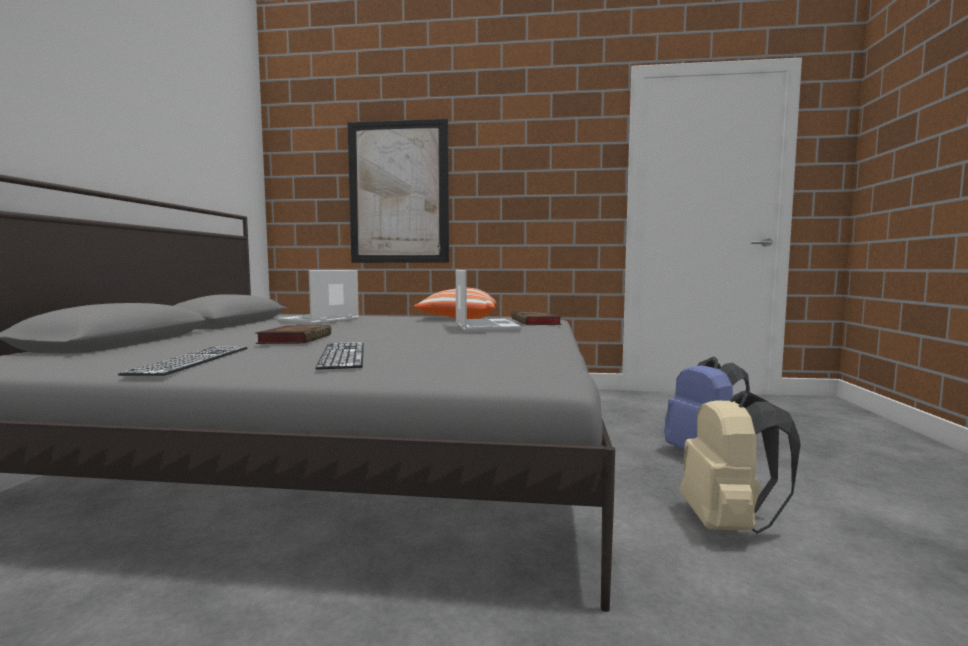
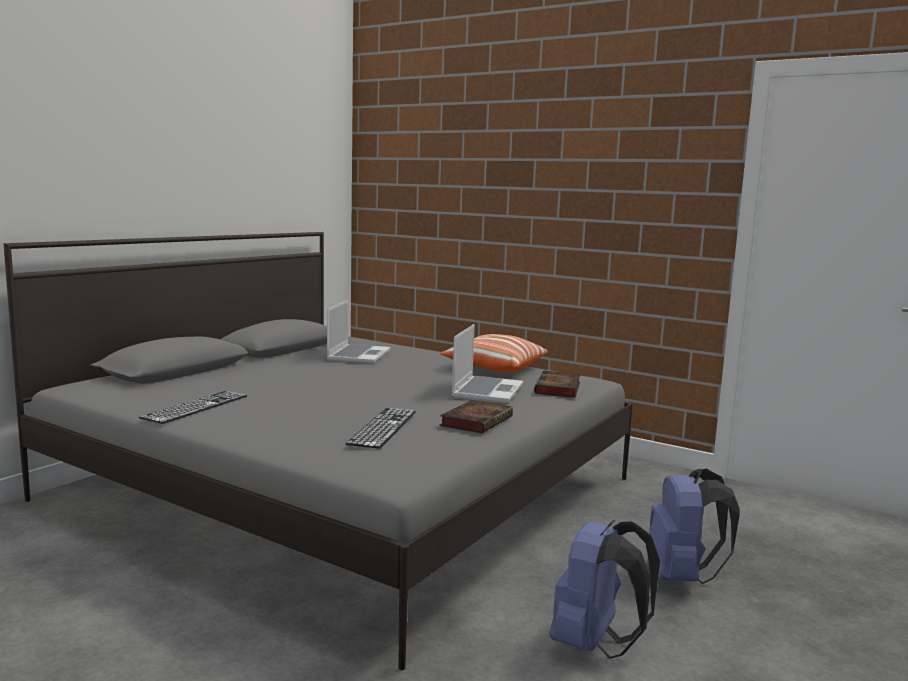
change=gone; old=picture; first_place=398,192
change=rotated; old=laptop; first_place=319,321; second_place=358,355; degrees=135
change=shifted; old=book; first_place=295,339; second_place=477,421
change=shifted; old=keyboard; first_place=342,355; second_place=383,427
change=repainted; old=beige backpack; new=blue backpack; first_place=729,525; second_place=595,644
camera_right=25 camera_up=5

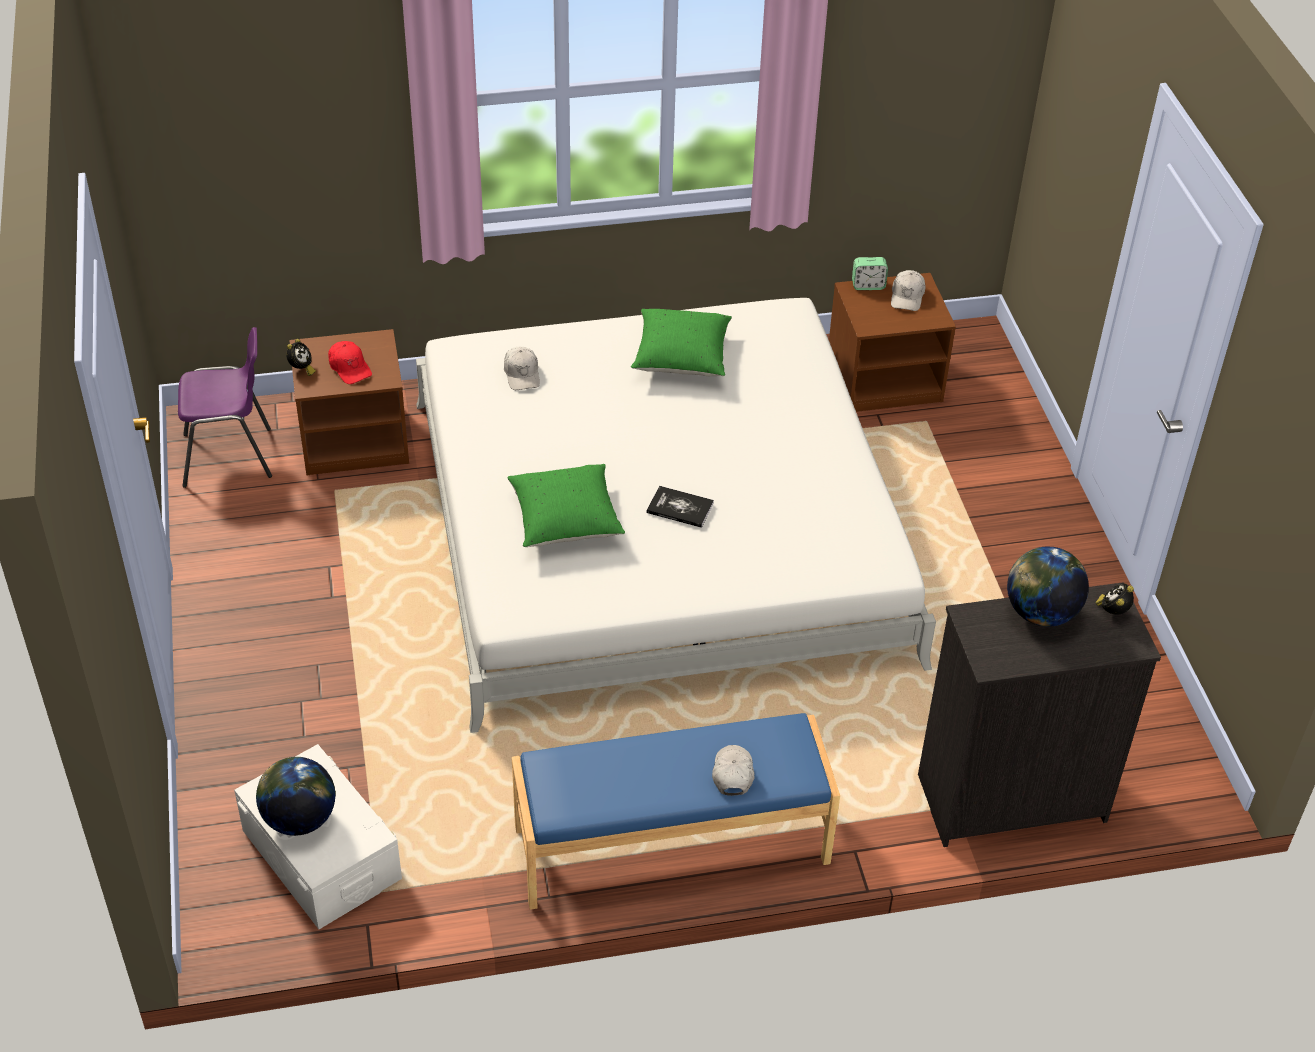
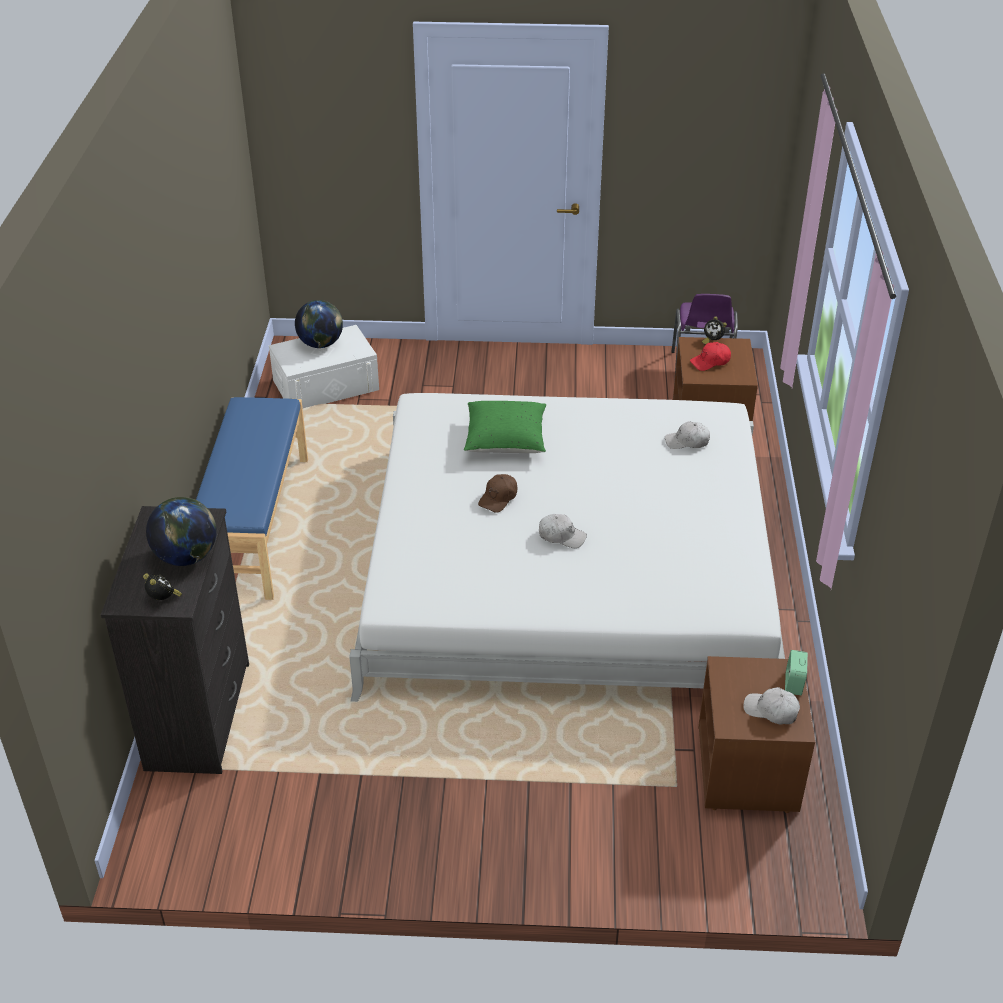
change=gone; old=green pillow; first_place=681,358
change=swapped; old=book; new=brown cap; first_place=680,508; second_place=498,498
change=shifted; old=white cap; first_place=732,774; second_place=561,536
camera_right=105 camera_up=-5

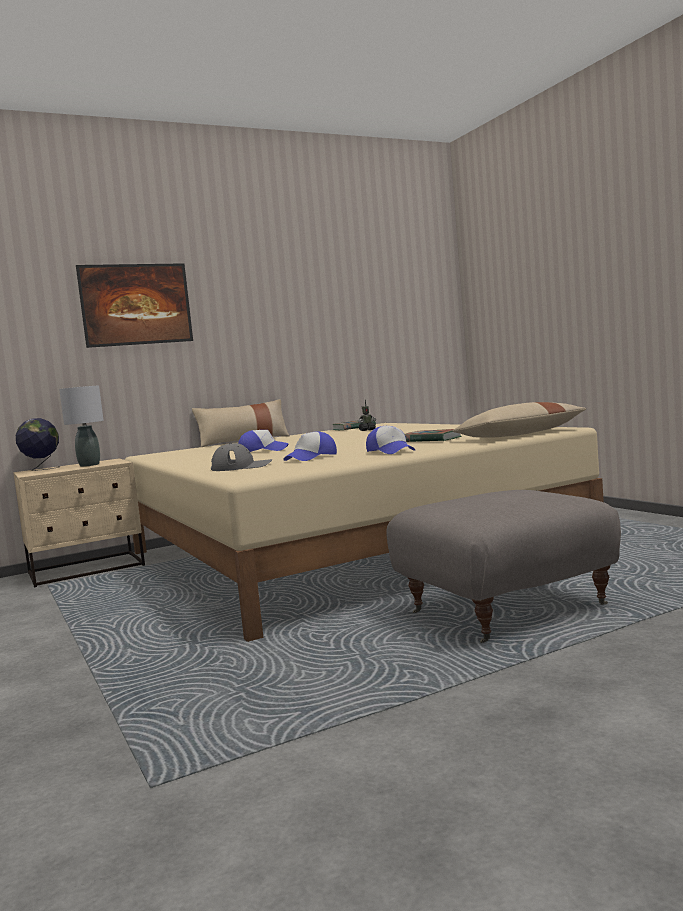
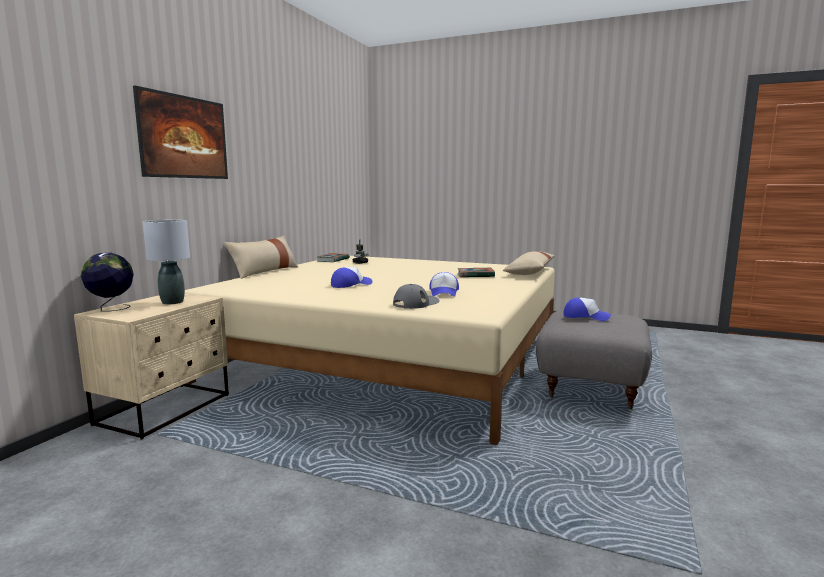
change=shifted; old=cap; first_place=391,451; second_place=585,317
camera_right=-40 camera_up=5

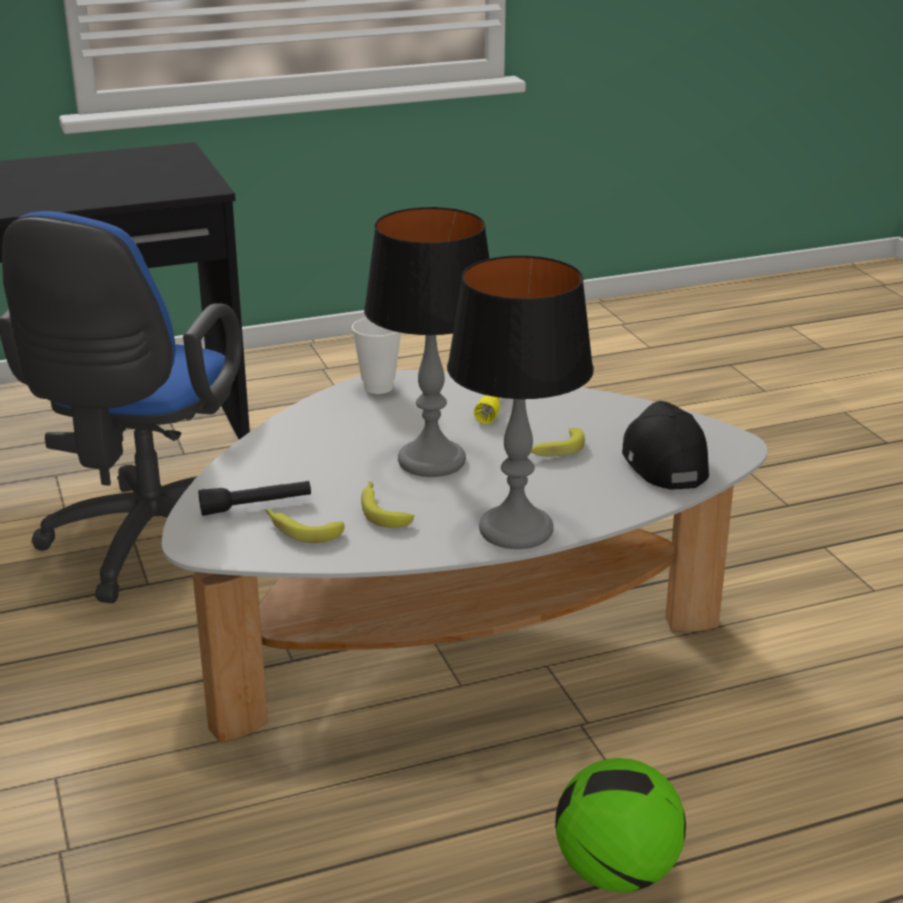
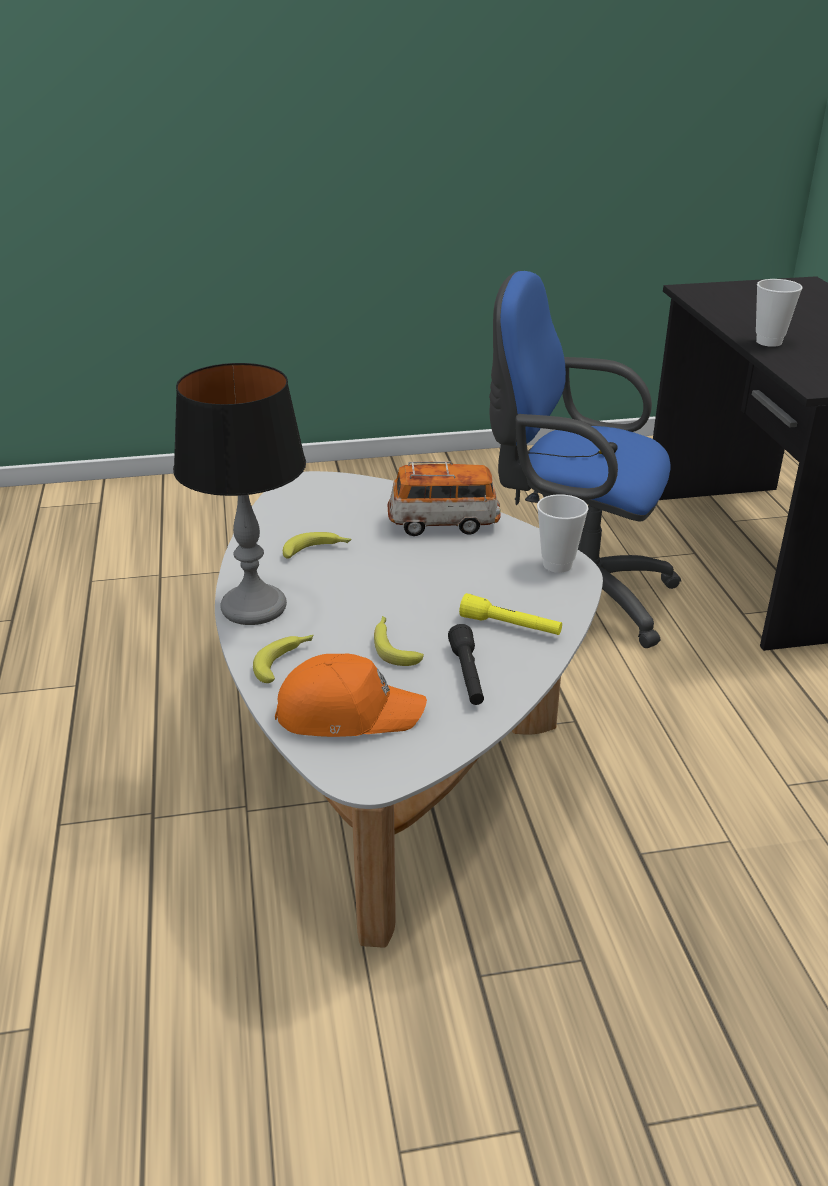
change=gone; old=table lamp; first_place=432,461
change=repainted; old=black cap; new=orange cap; first_place=661,460; second_place=347,712
change=shifted; old=black flashlight; first_place=256,506; second_place=467,675
change=shifted; old=banana; first_place=300,530; second_place=285,662
change=gone; old=football; first_place=616,872
change=new; new=cup; second_place=769,342
change=new; new=toy car; second_place=444,523
camera_right=100 camera_up=5

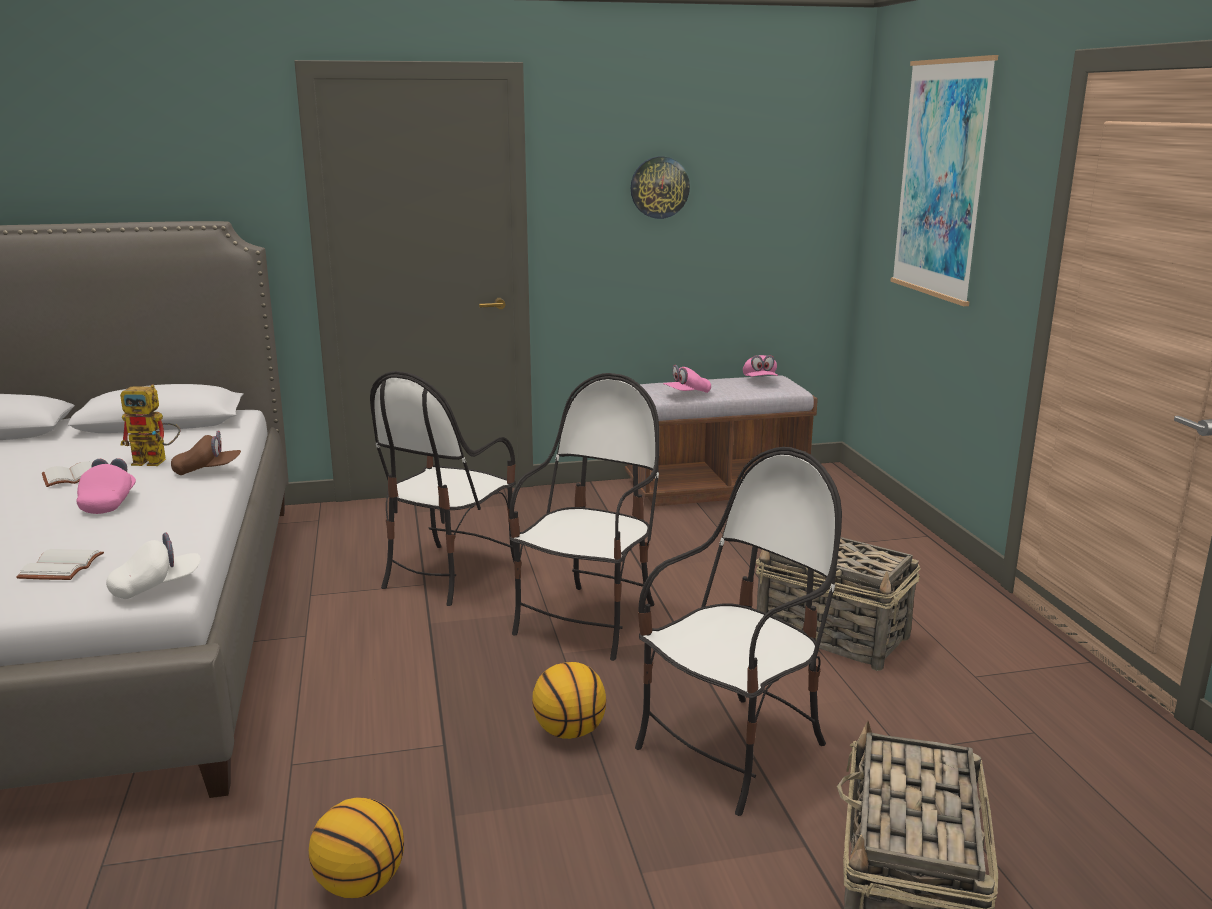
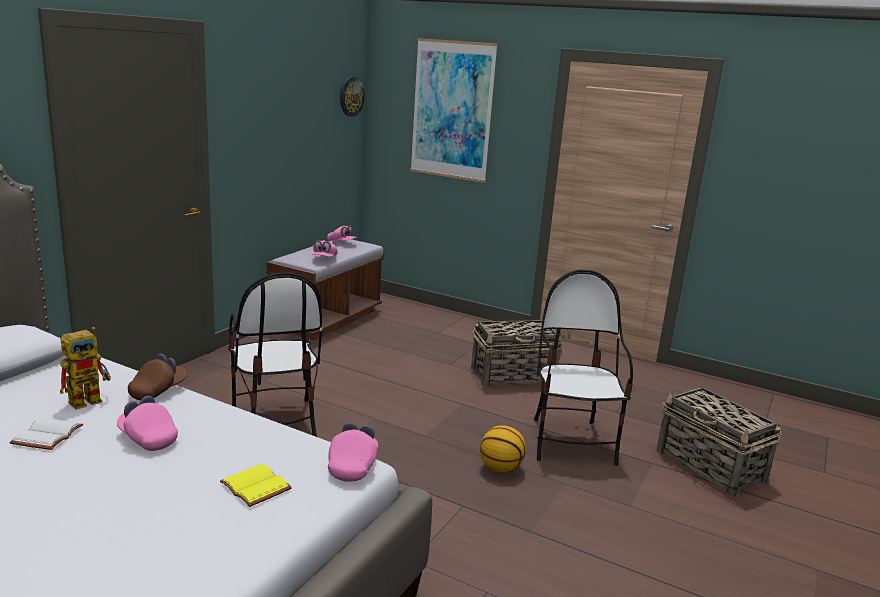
change=shifted; old=wall clock; first_place=659,187; second_place=351,96
change=gone; old=chair; first_place=589,622
change=repainted; old=white cap; new=pink cap; first_place=156,586; second_place=353,465
change=repainted; old=white book; new=yellow book; first_place=63,568; second_place=257,486
change=gone; old=basketball; first_place=360,884
camera_right=-50 camera_up=0

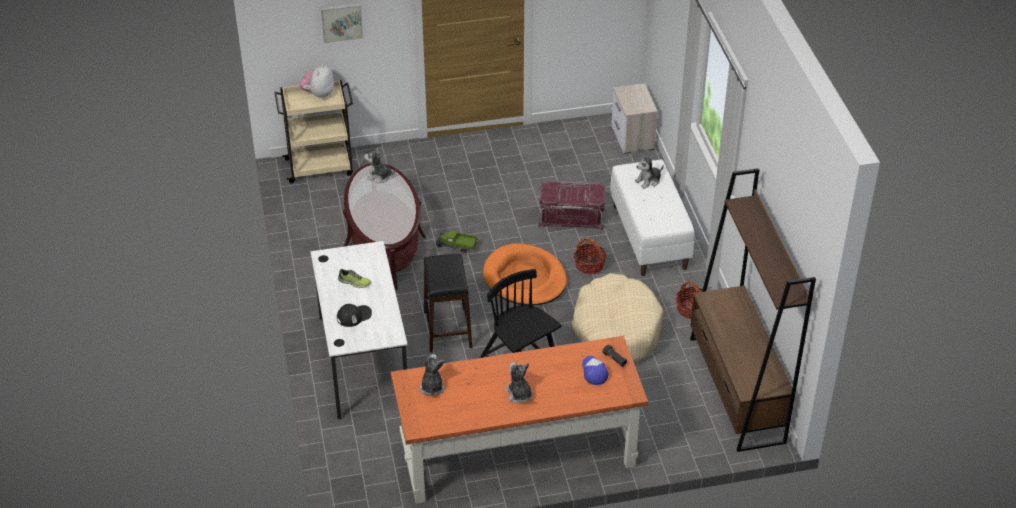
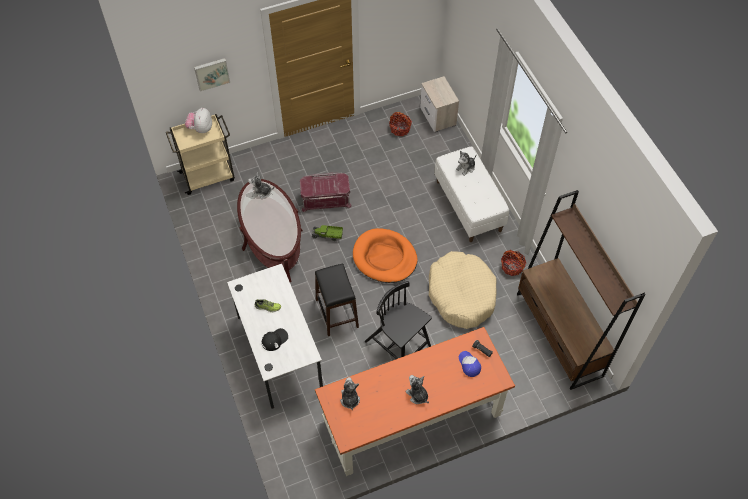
change=shifted; old=red storage box; first_place=571,216; second_place=325,198
change=shifted; old=basket; first_place=589,265; second_place=400,129
camera_right=-10 camera_up=15

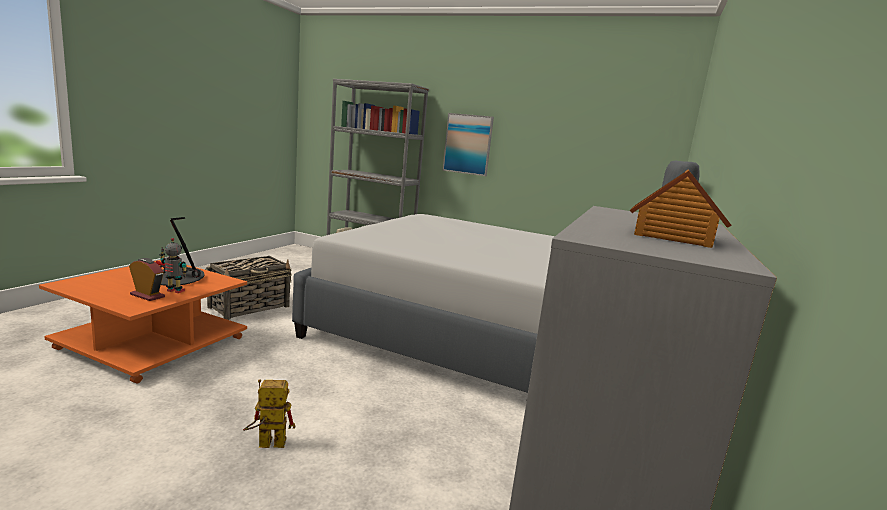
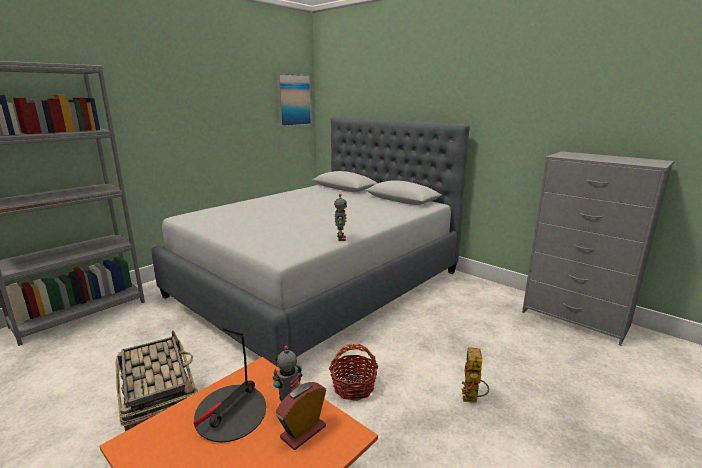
change=shifted; old=picture; first_place=468,144; second_place=294,100
change=gone; old=toy house; first_place=672,236
change=new; new=toy robot; second_place=340,239
change=new; new=basket; second_place=353,387
camera_right=-70 camera_up=5

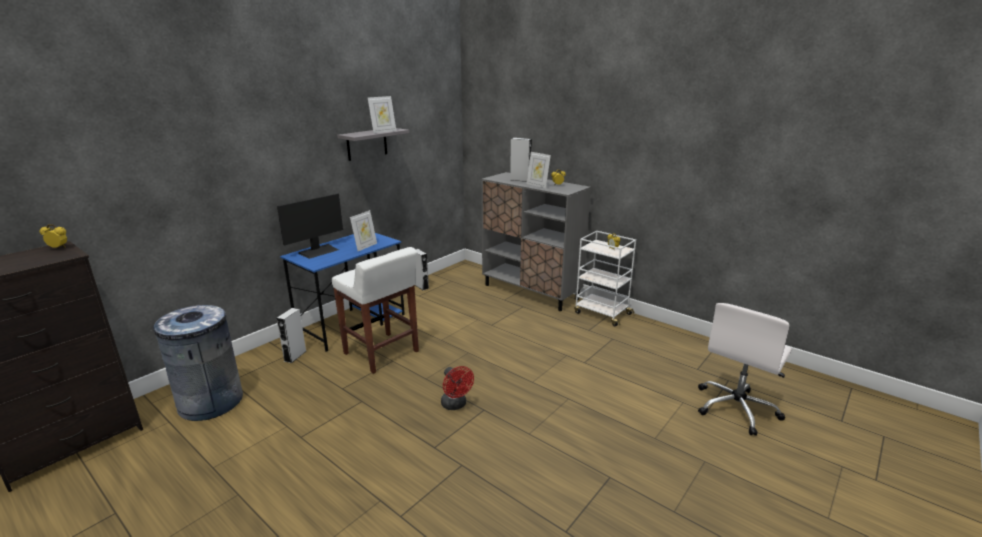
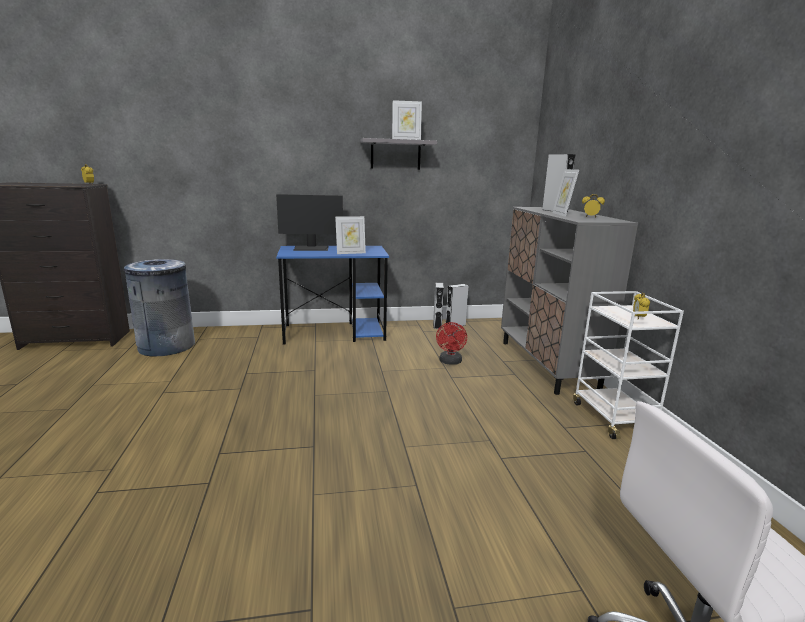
change=gone; old=white stool; first_place=382,353
change=shifted; old=grey speaker; first_place=295,356; second_place=455,325
change=shifted; old=red fan; first_place=456,405; second_place=450,362
camera_right=40 camera_up=-5

